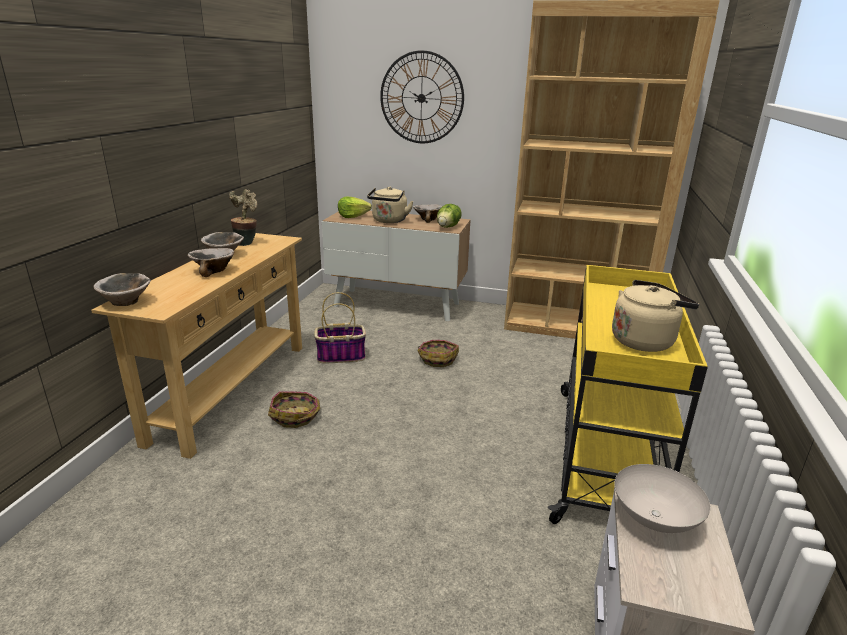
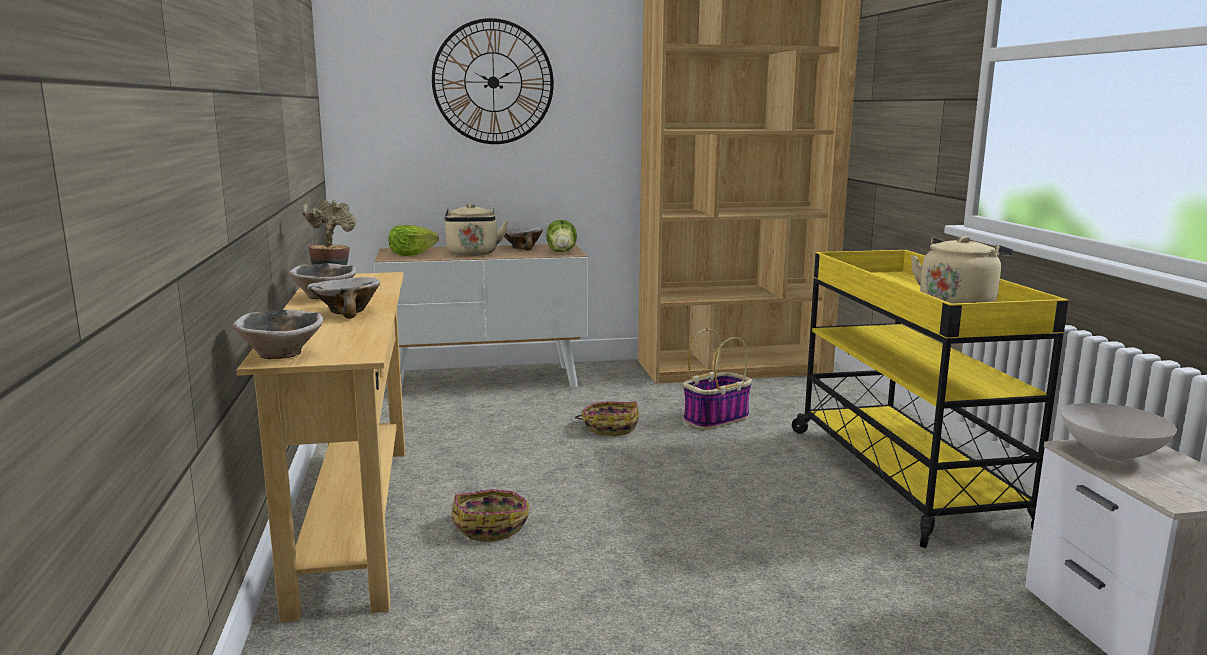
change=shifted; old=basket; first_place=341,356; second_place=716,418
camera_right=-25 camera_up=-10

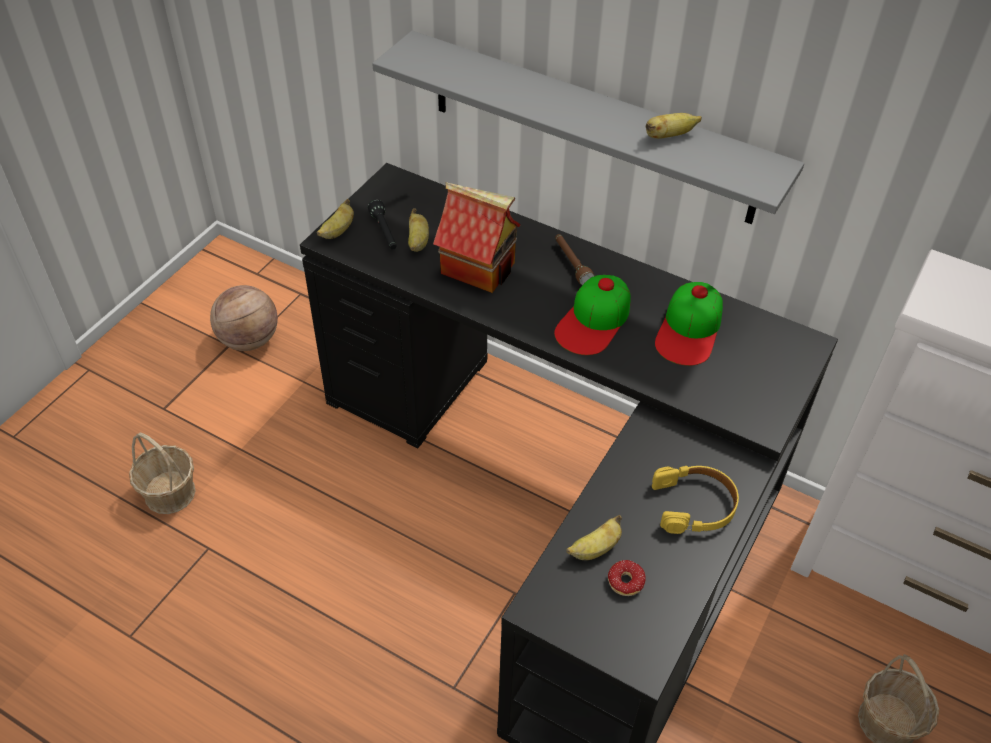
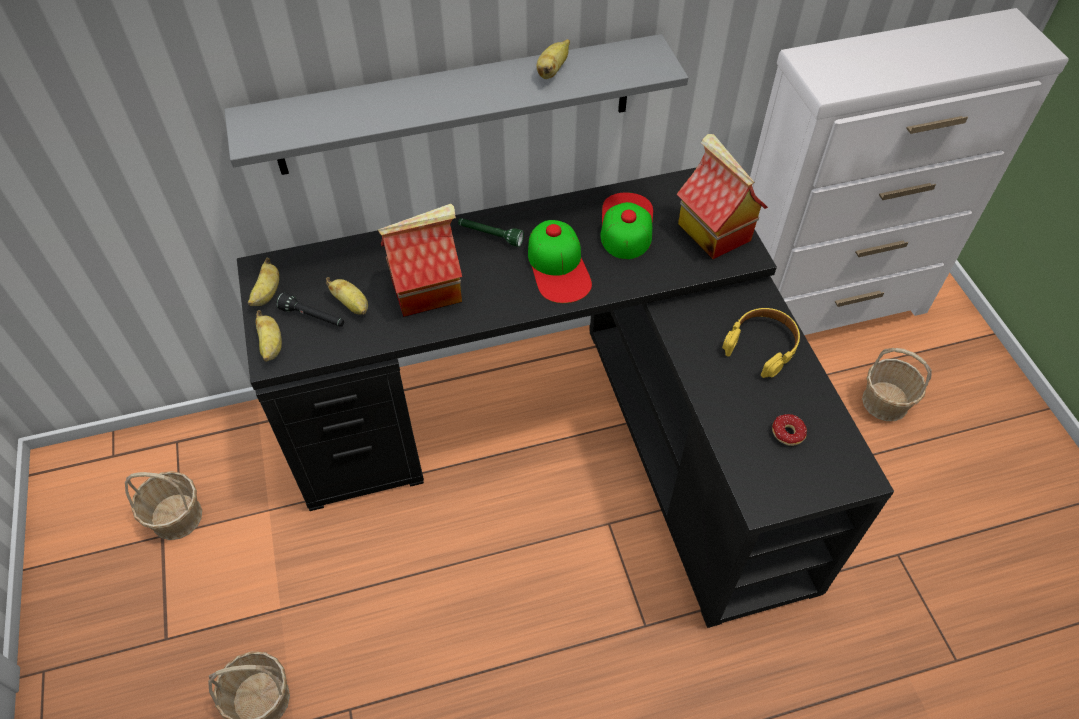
change=repainted; old=brown flashlight; new=green flashlight; first_place=571,263; second_place=490,236
change=rotated; old=cap; first_place=689,329; second_place=626,225; degrees=-150
change=swapped; old=basketball; new=basket; first_place=249,340; second_place=176,516
change=shifted; old=banana; first_place=595,549; second_place=267,294
change=new; new=toy house; second_place=712,232
camera_right=-45 camera_up=5

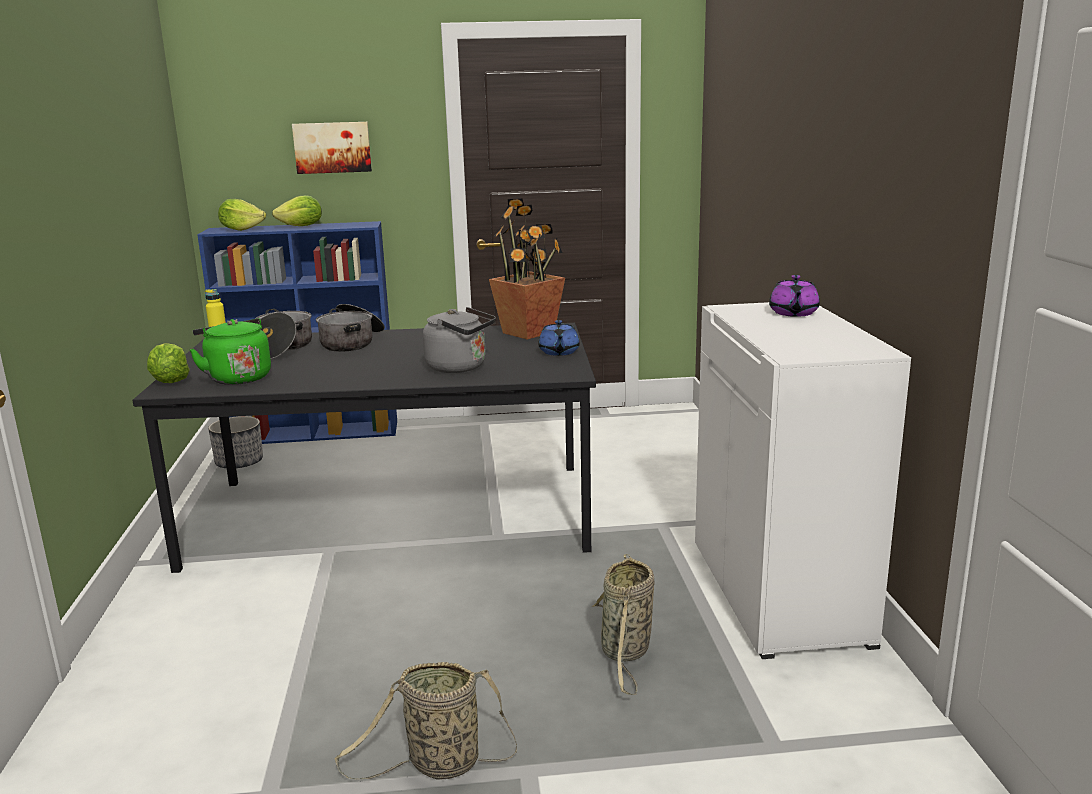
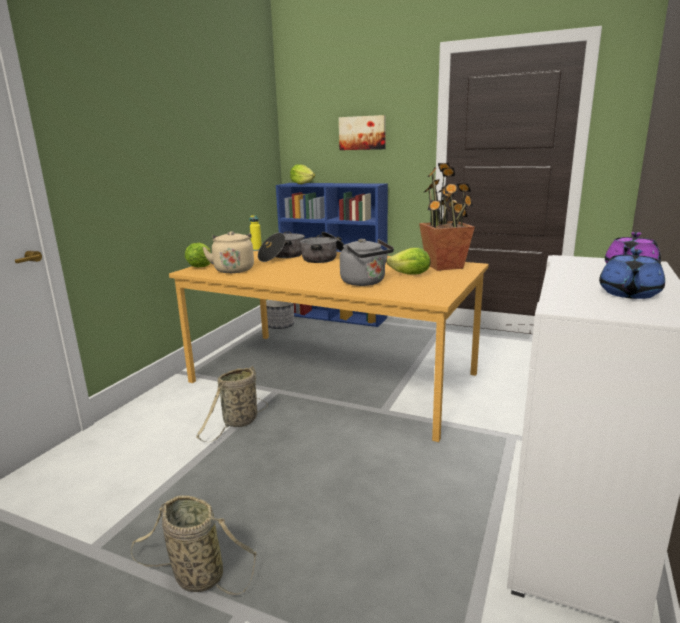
change=shifted; old=lettuce; first_place=301,226; second_place=410,274
change=repainted; old=green kettle; new=beige kettle; first_place=237,378; second_place=234,269
change=shifted; old=blue teapot; first_place=559,352; second_place=628,294
change=repainted; old=black dining table; new=orange dining table; first_place=393,515; second_place=331,378
change=shifted; old=basket; first_place=625,653; second_place=239,423
camera_right=30 camera_up=0

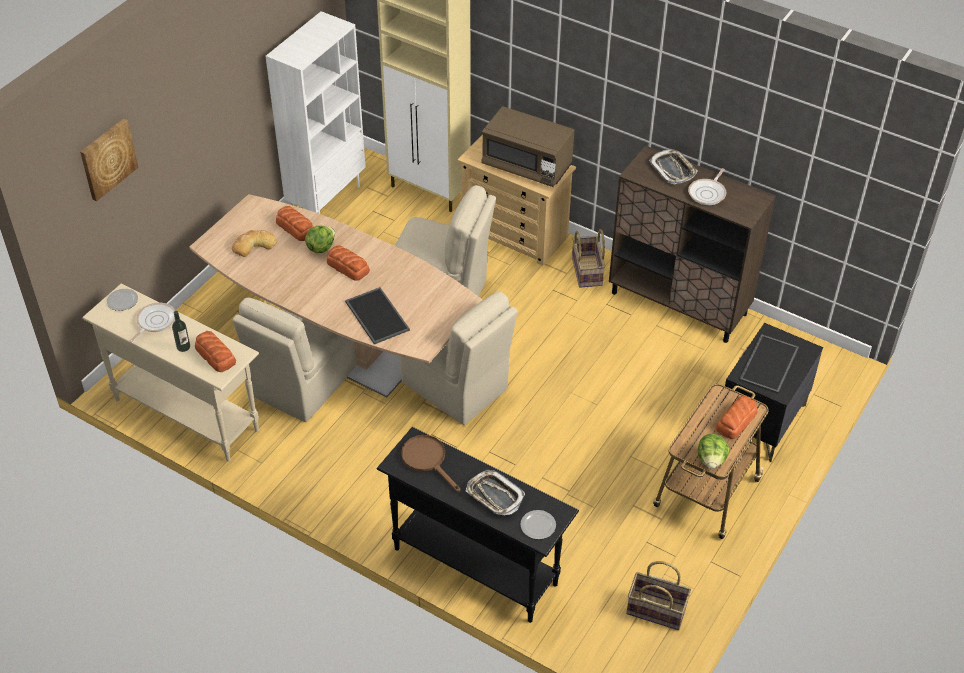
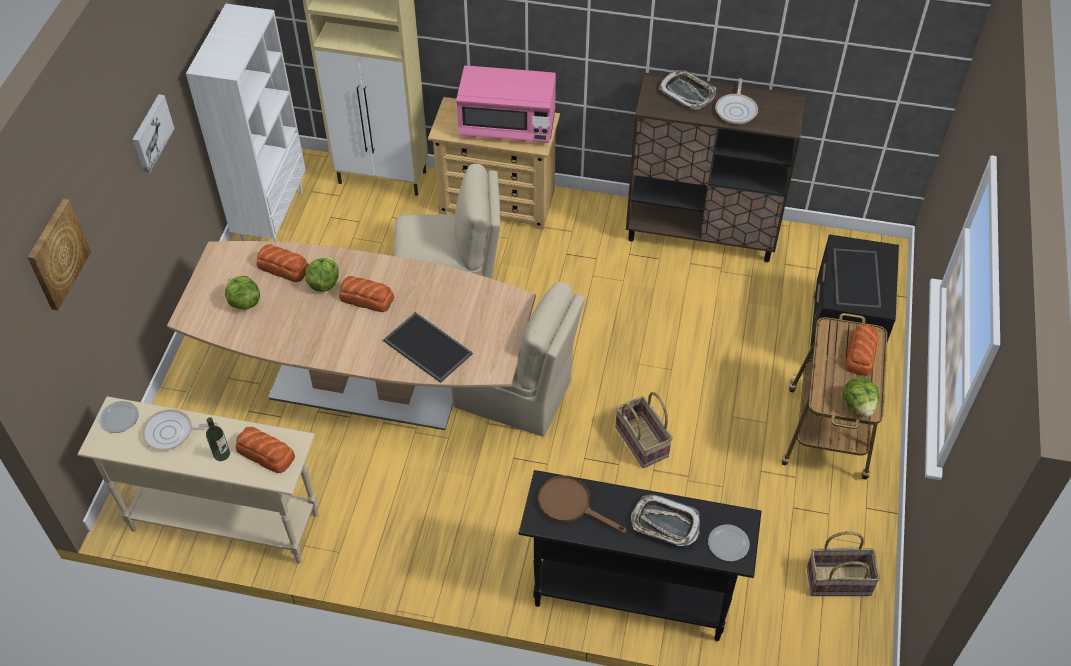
change=repainted; old=brown microwave; new=pink microwave; first_place=527,166; second_place=507,126
change=shifted; old=basket; first_place=587,271; second_place=642,441
change=swapped; old=bread; new=lettuce; first_place=253,245; second_place=244,302
change=gone; old=beige chair; first_place=302,384
change=rotated; old=frying pan; first_place=155,321; second_place=172,433; degrees=-105
change=new; new=picture; second_place=150,133
camera_right=-20 camera_up=5

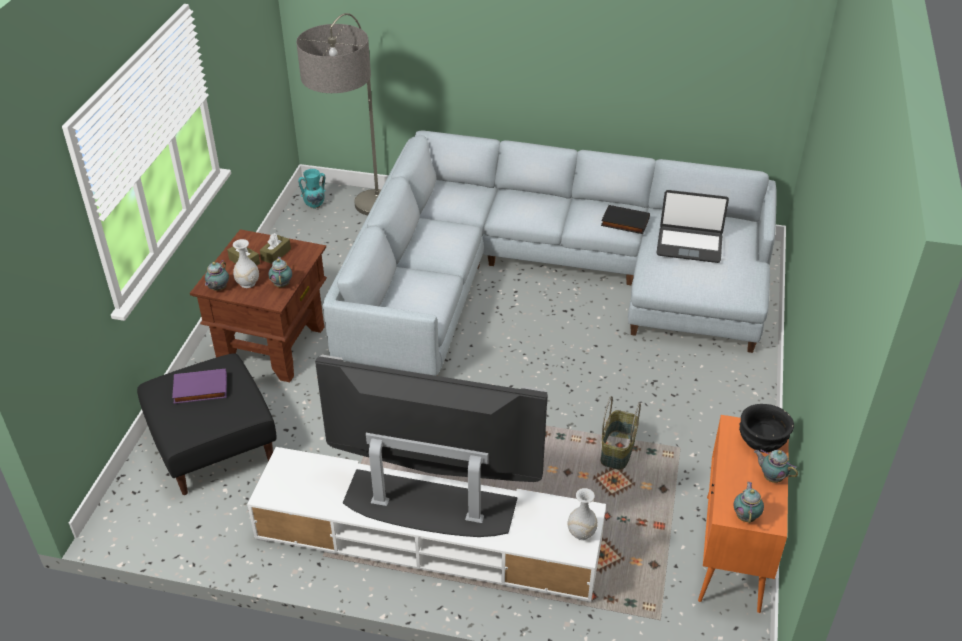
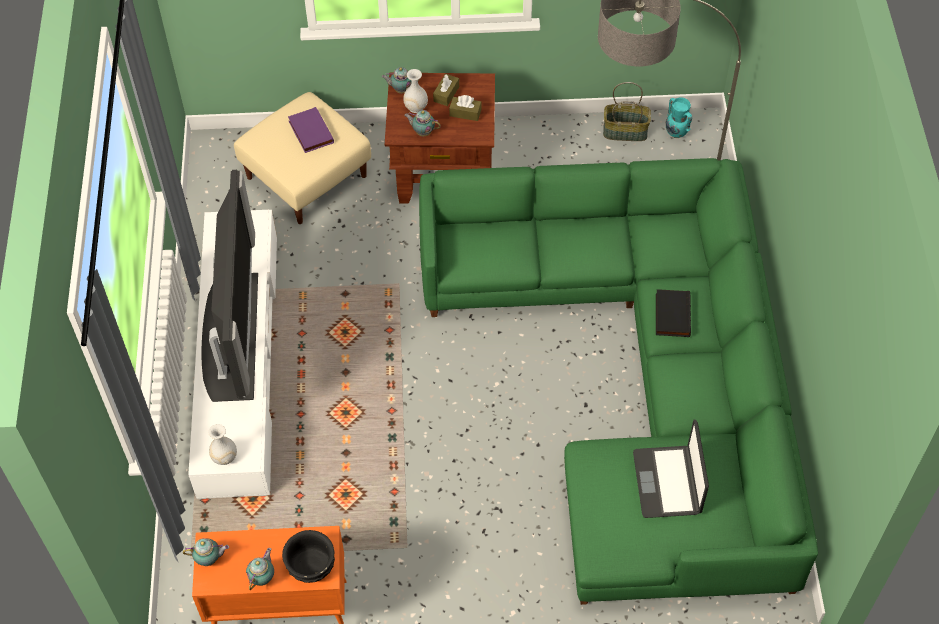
change=repainted; old=grey sofa; new=green sofa; first_place=546,276; second_place=638,375
change=shifted; old=black book; first_place=624,222; second_place=671,314
change=rotated; old=teapot; first_place=282,284; second_place=422,132; degrees=-135
change=repainted; old=black ottoman; new=beige ottoman; first_place=213,445; second_place=307,176
change=shifted; old=basket; first_place=617,449; second_place=625,131
camera_right=75 camera_up=15

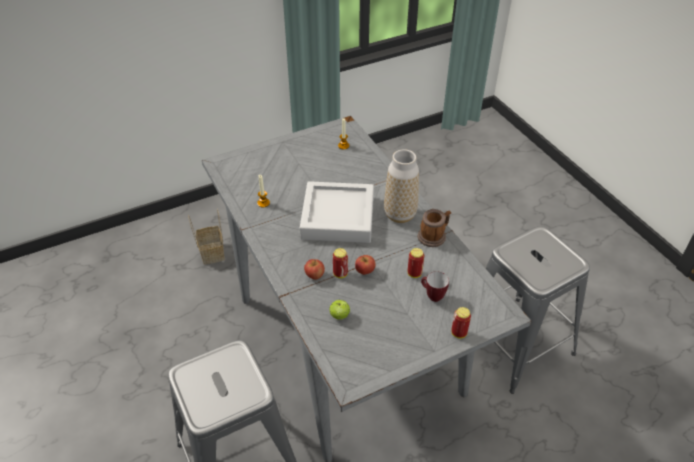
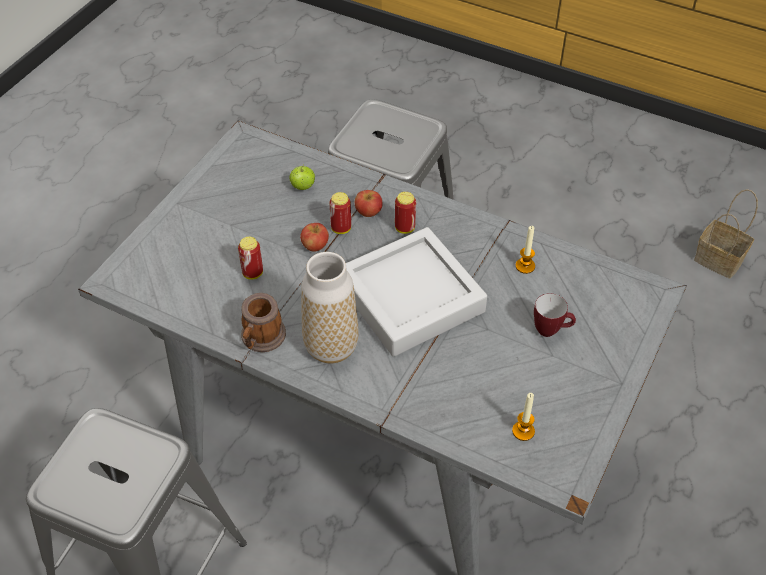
change=shifted; old=basket; first_place=211,252; second_place=720,260
change=shifted; old=mug; first_place=432,296; second_place=551,330
change=shifted; old=can; first_place=458,333; second_place=405,228
camera_right=145 camera_up=5

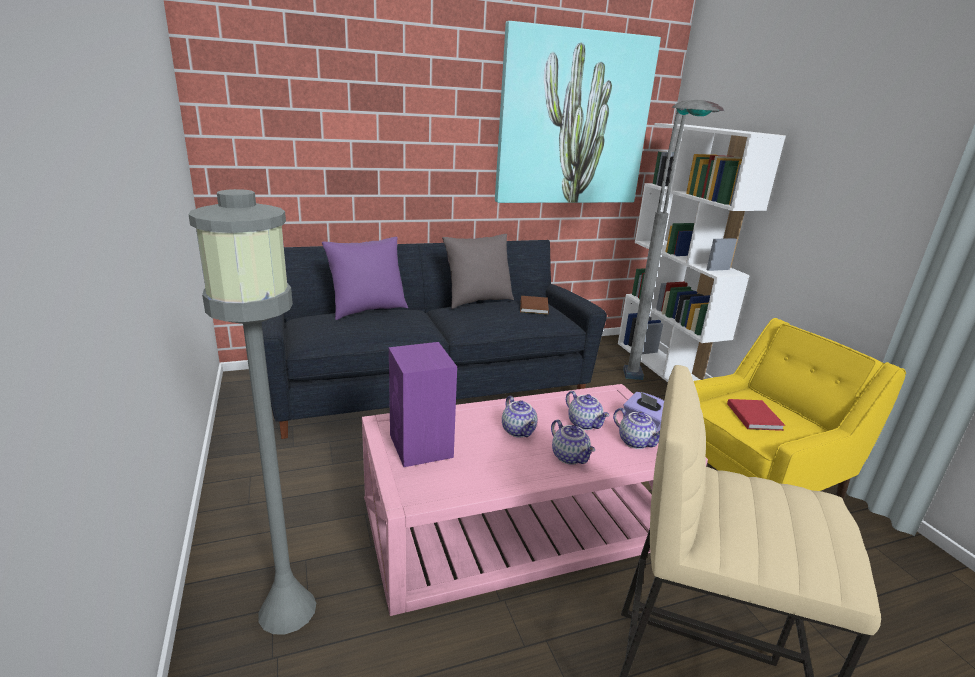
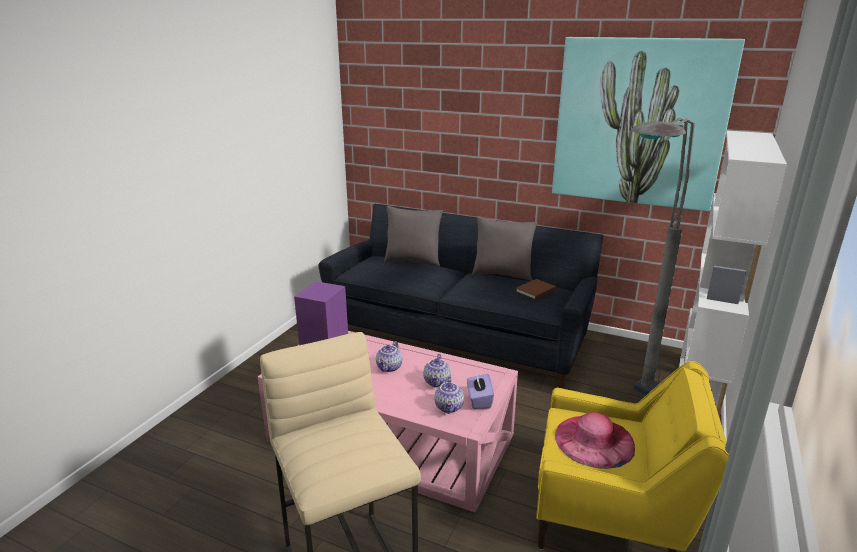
change=gone; old=grey floor lamp; first_place=287,609
change=repainted; old=purple pillow; new=grey pillow; first_place=367,310; second_place=413,261
change=swapped; old=red book; new=pink hat; first_place=754,416; second_place=594,440
change=gone; old=teapot; first_place=570,457
camera_right=45 camera_up=0

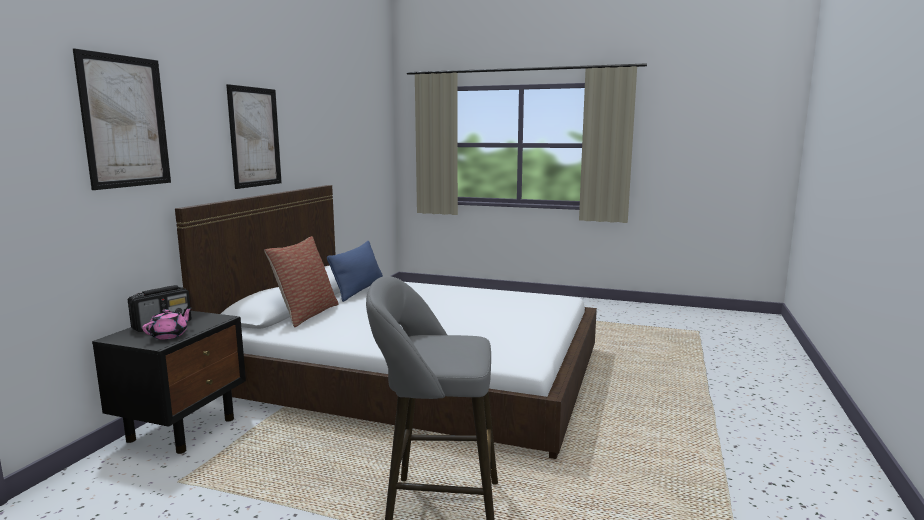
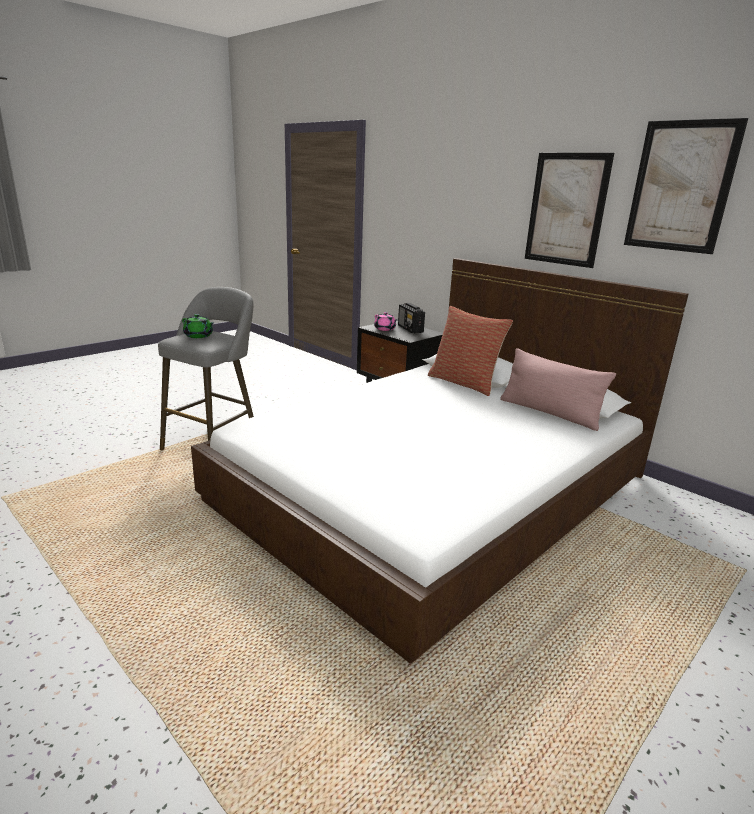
change=shifted; old=picture; first_place=125,122; second_place=680,187
change=repainted; old=blue pillow; new=pink pillow; first_place=358,290; second_place=549,413
change=new; new=green teapot; second_place=198,336
camera_right=115 camera_up=10

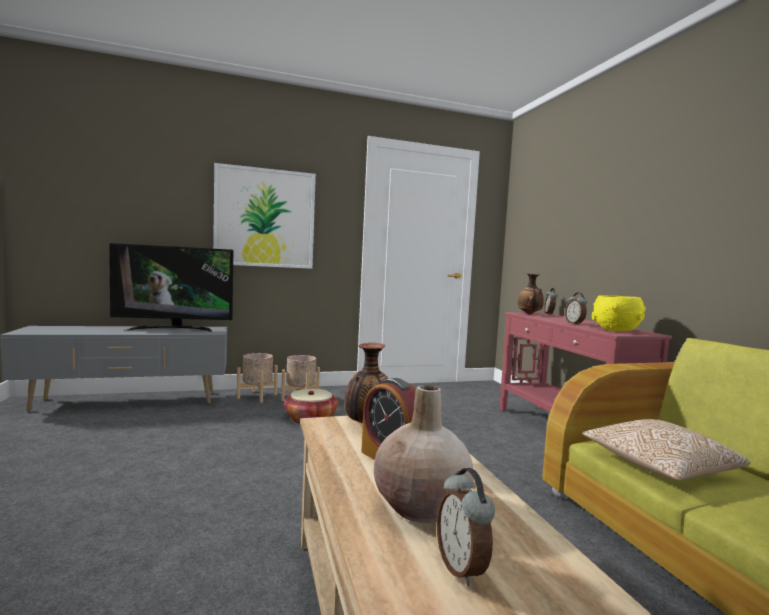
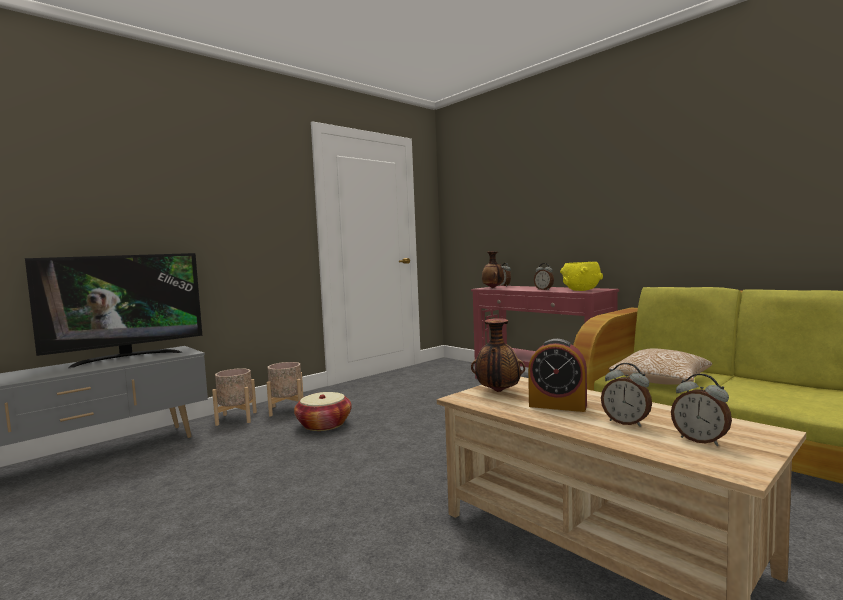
change=gone; old=picture; first_place=265,218
change=swapped; old=beige vase; new=alarm clock; first_place=421,507; second_place=626,422
camera_right=-25 camera_up=0

